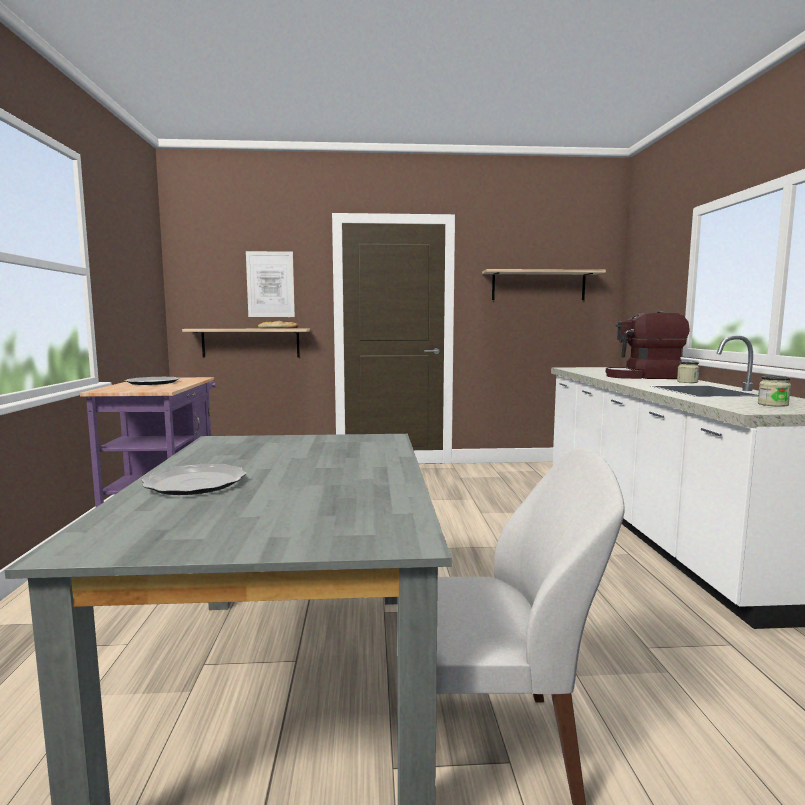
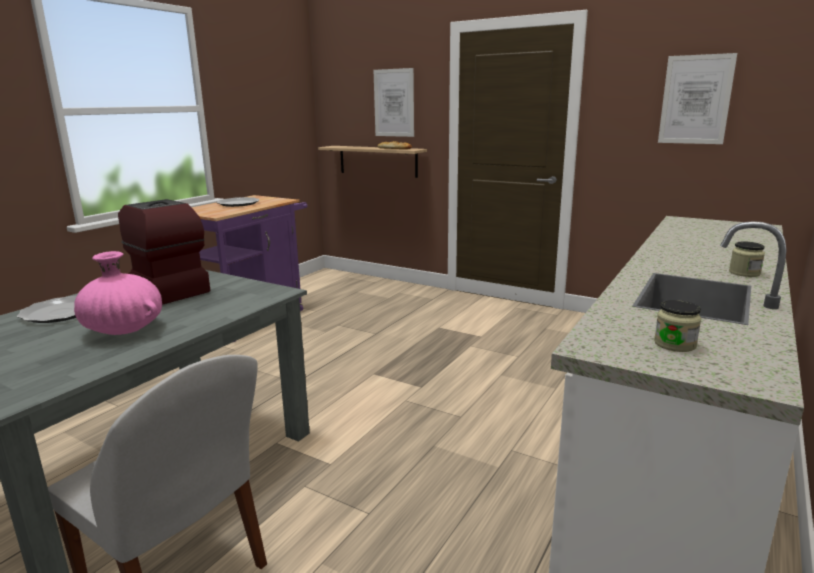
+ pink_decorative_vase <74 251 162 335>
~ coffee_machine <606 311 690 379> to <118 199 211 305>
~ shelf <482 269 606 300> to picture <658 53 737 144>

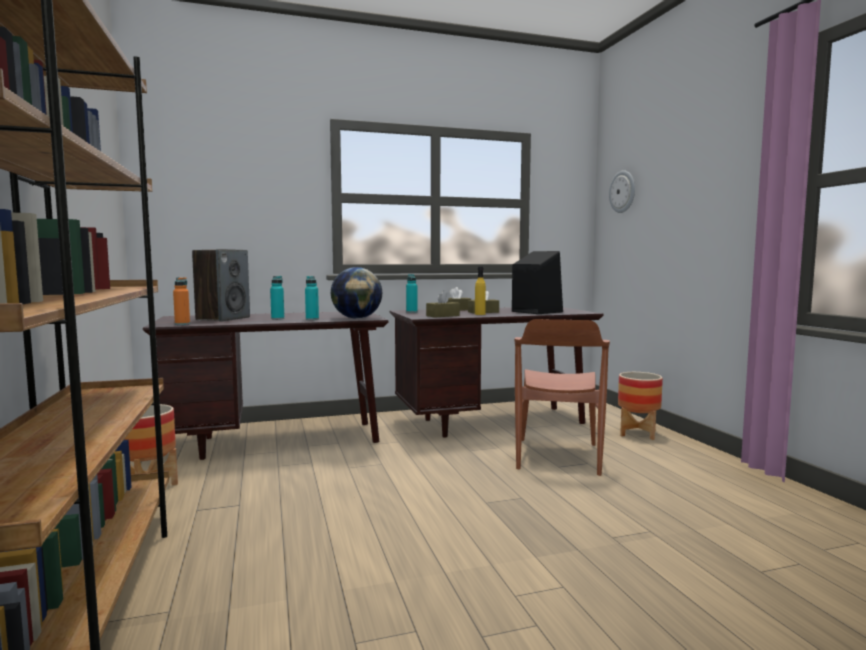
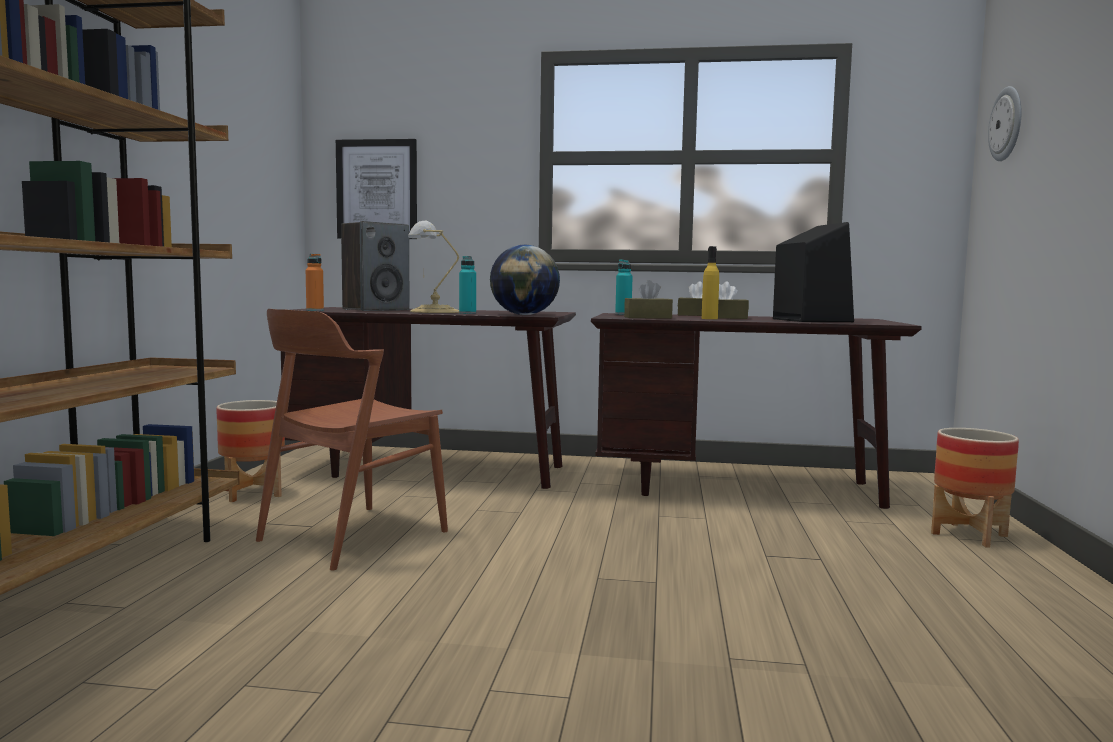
~ brown-coloured_chair <514 319 610 476> to <256 309 448 571>
+ picture <336 139 417 239>
~ turquoise-coloured_bottle <270 276 284 320> to table_lamp <408 221 459 313>

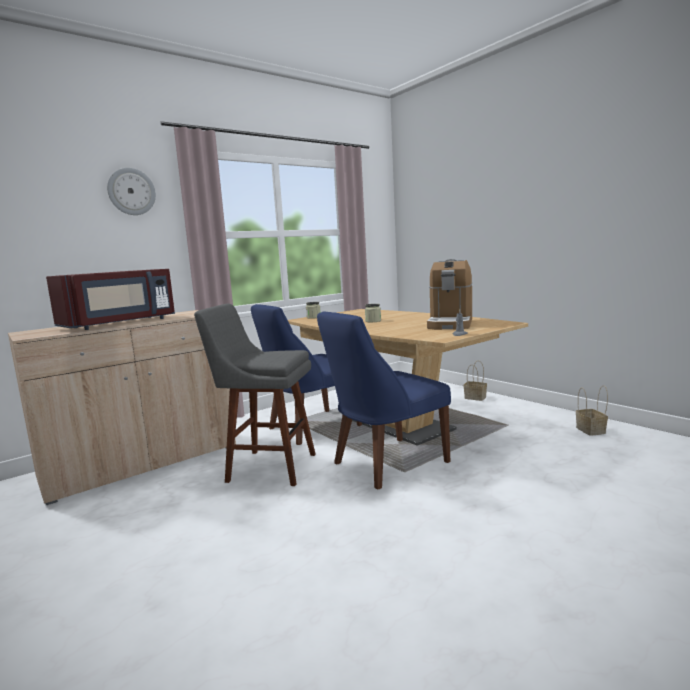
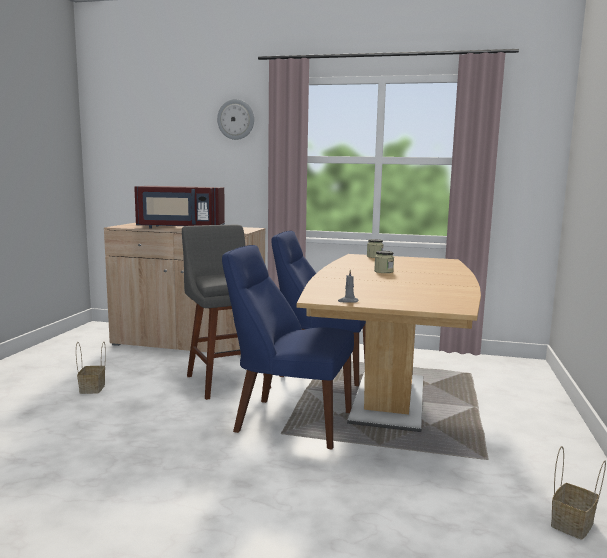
~ household_basket <464 360 487 401> to <76 342 106 394>
- coffee_machine <427 259 472 330>

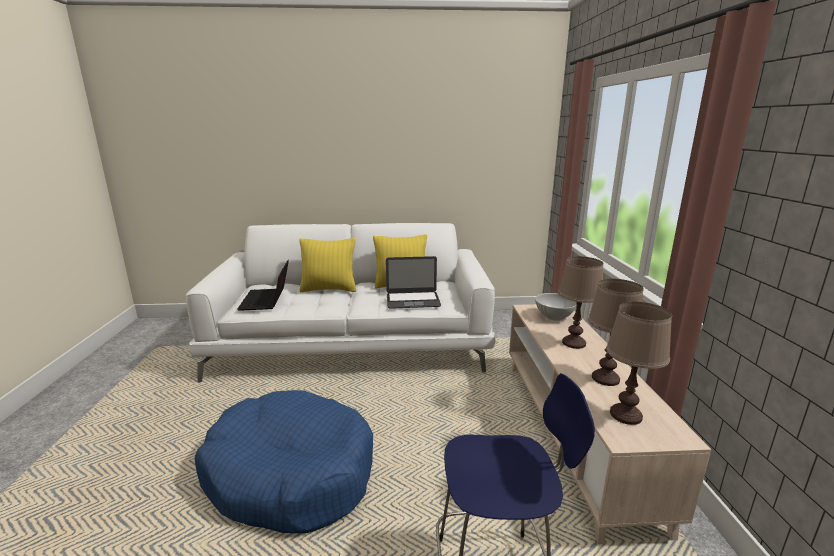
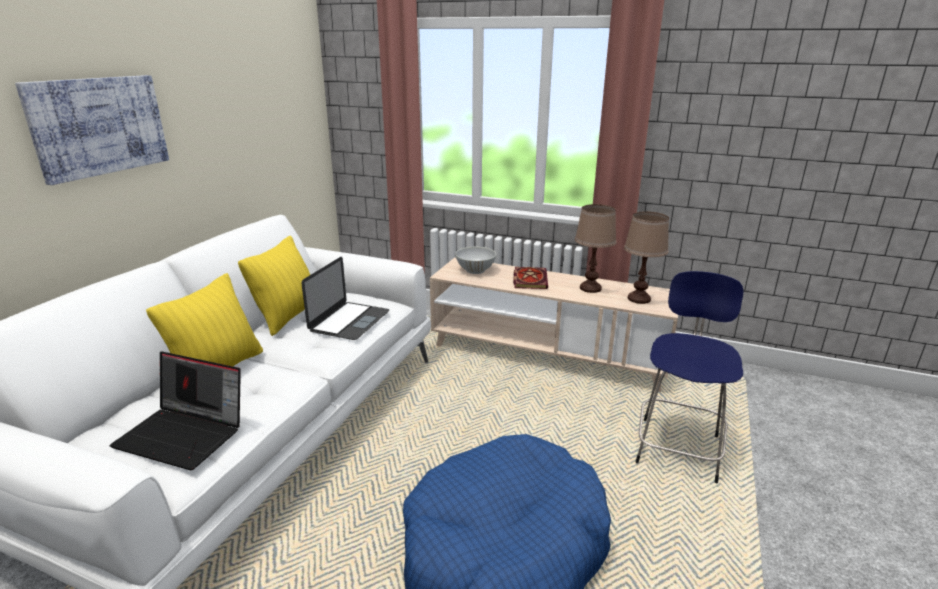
+ picture <15 75 169 185>
~ brown-coloured_table_lamp <558 256 603 349> to bound_book <513 267 548 289>

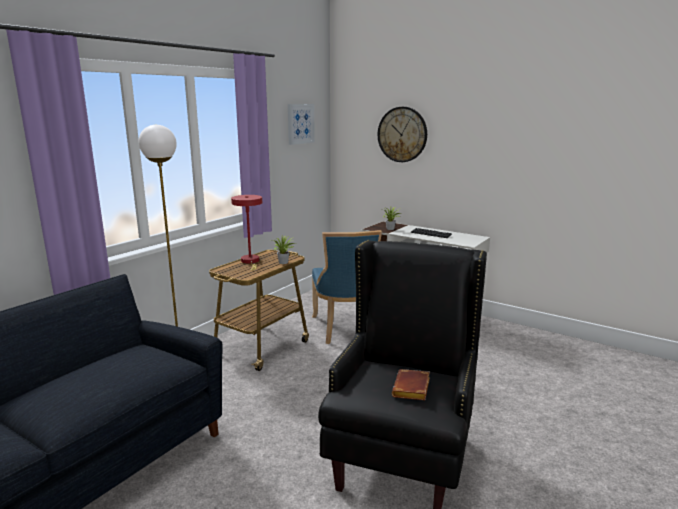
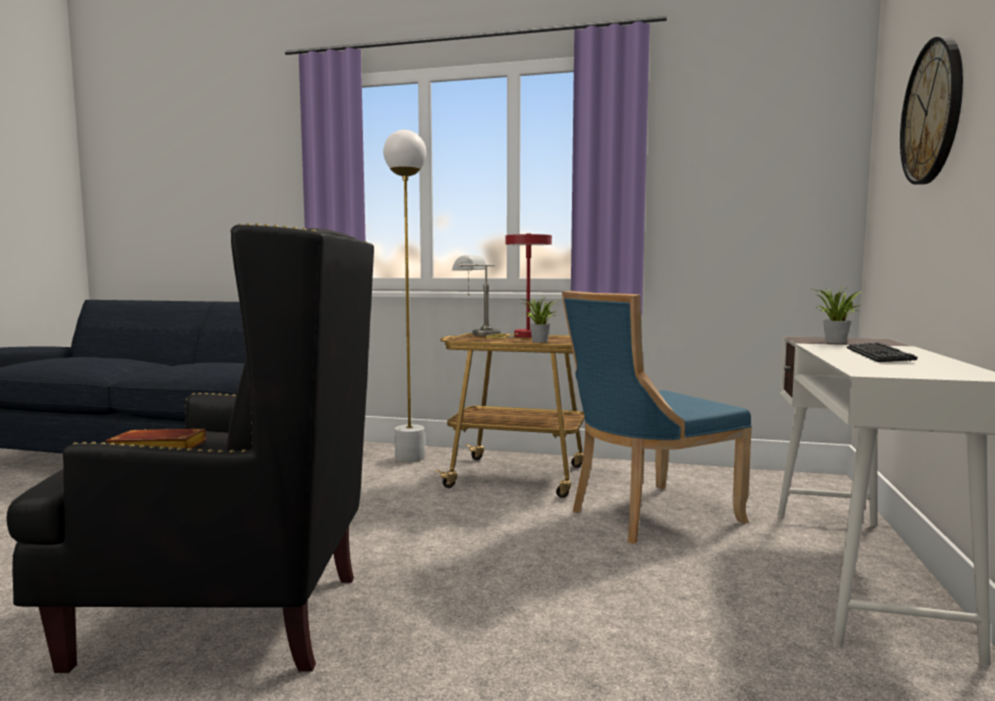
+ grey_table_lamp <452 255 500 336>
- picture <288 104 315 145>

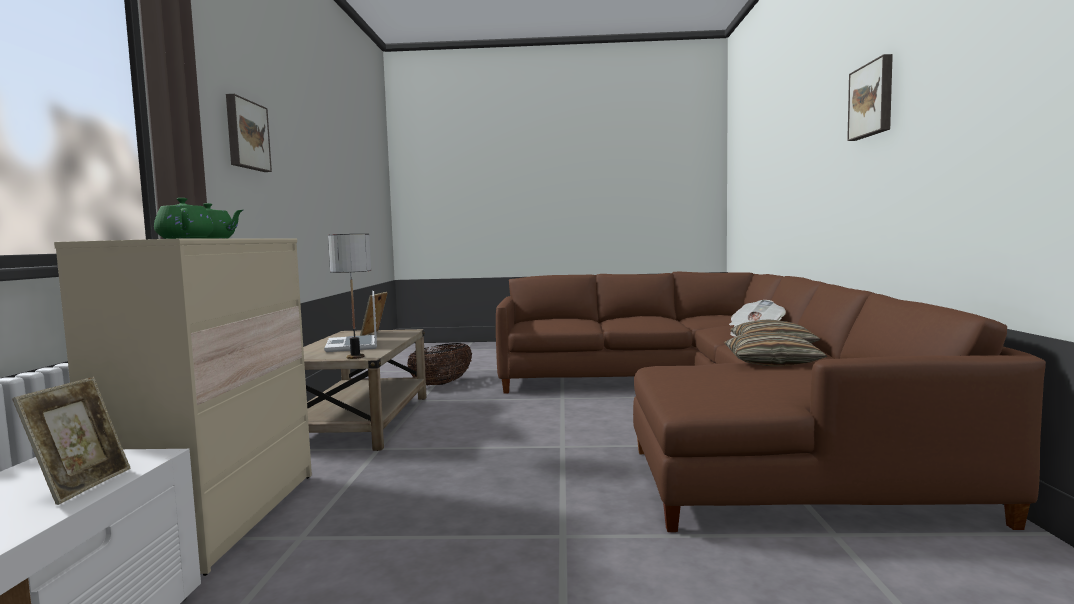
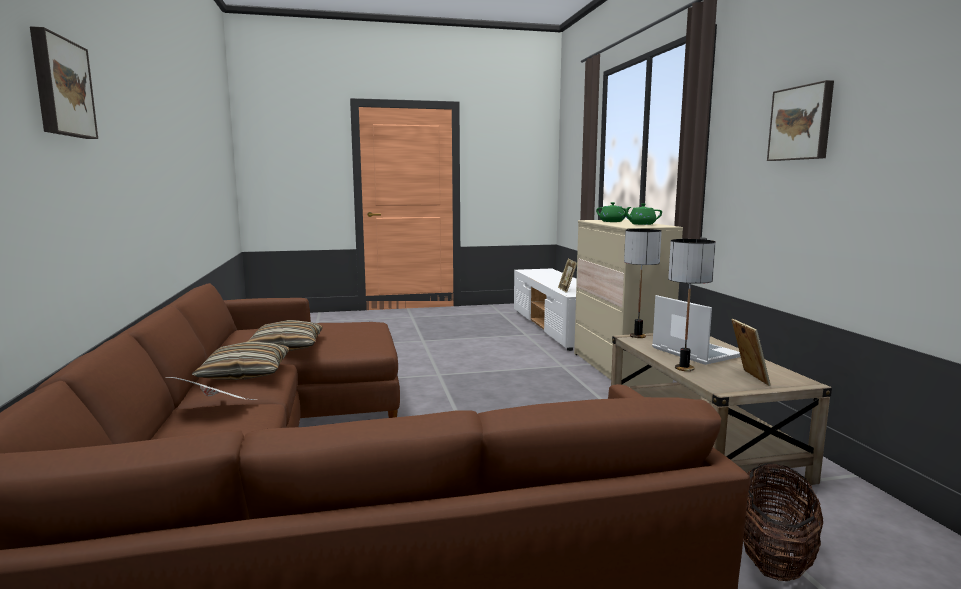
+ table_lamp <668 239 716 371>

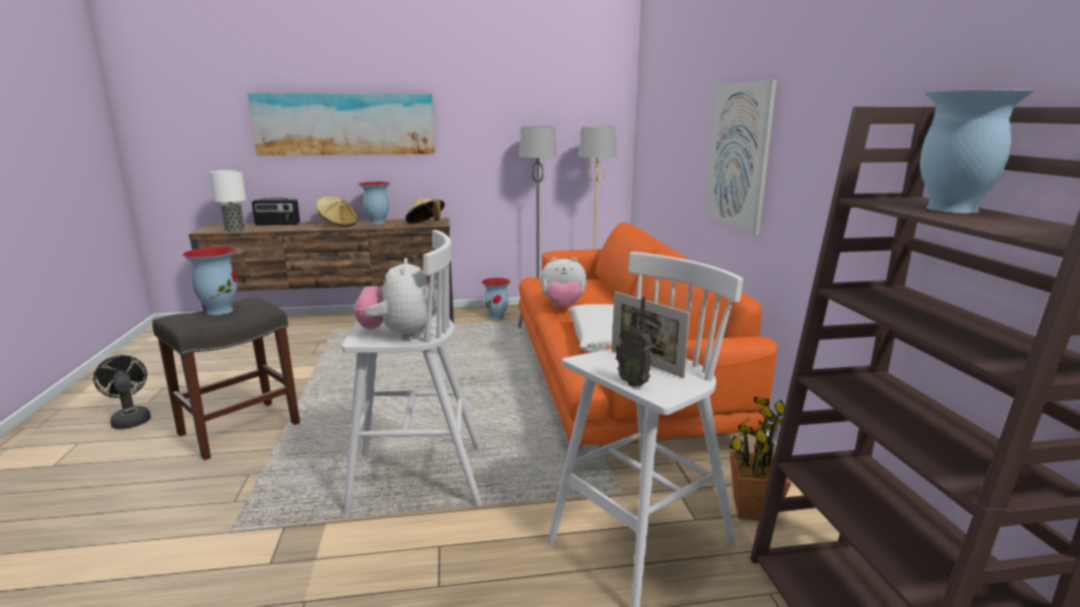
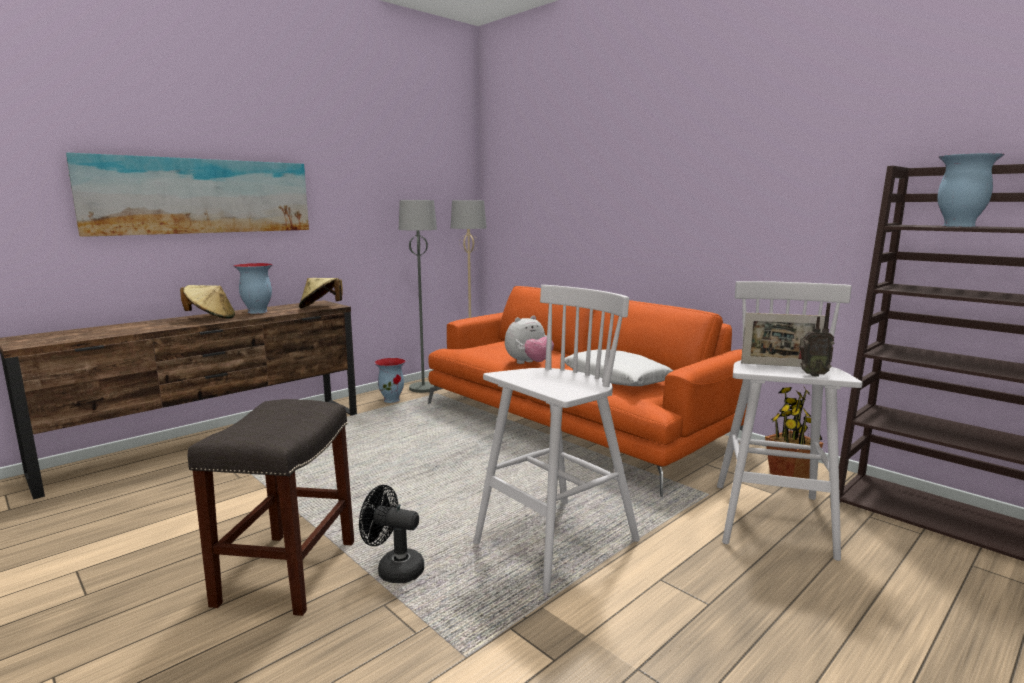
~ black_cooling_fan <93 355 151 429> to <359 485 424 583>
- decorative_vase <183 247 237 315>
- table_lamp <209 170 246 232>
- radio_set <252 198 300 225>
- soft_toy <354 258 433 340>
- picture <705 80 777 235>

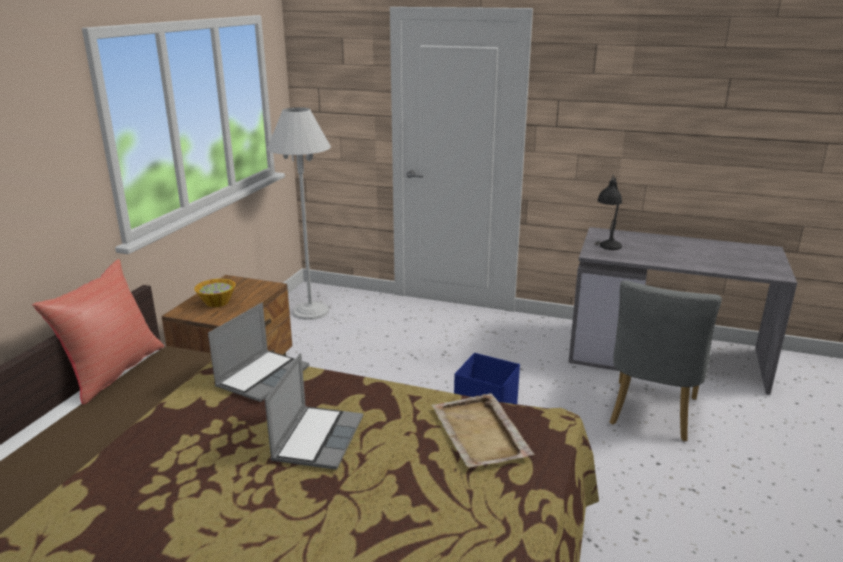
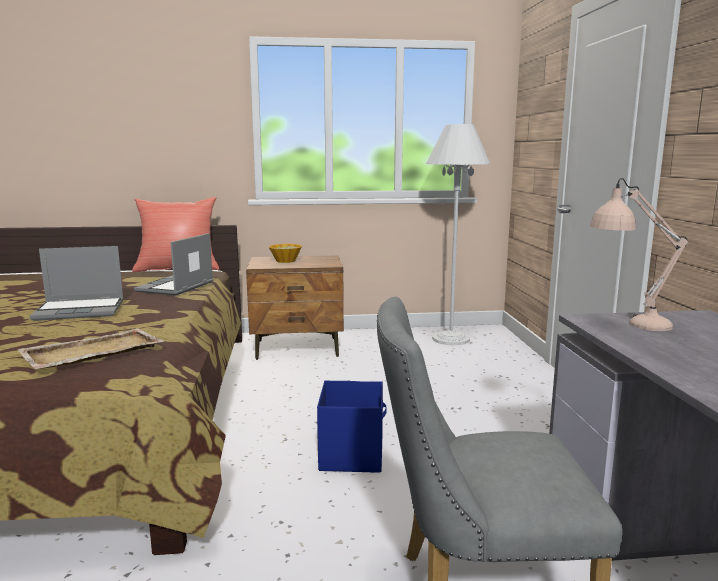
~ laptop <208 303 309 402> = <134 233 213 295> 105 degrees clockwise
~ black_table_lamp <595 174 622 250> to beige-coloured_table_lamp <590 178 688 331>

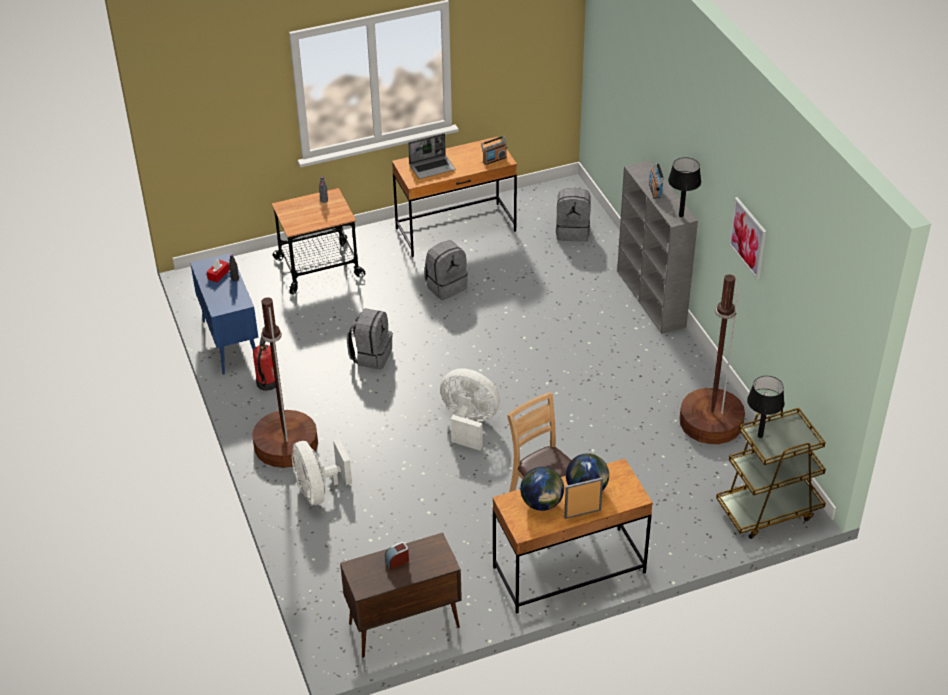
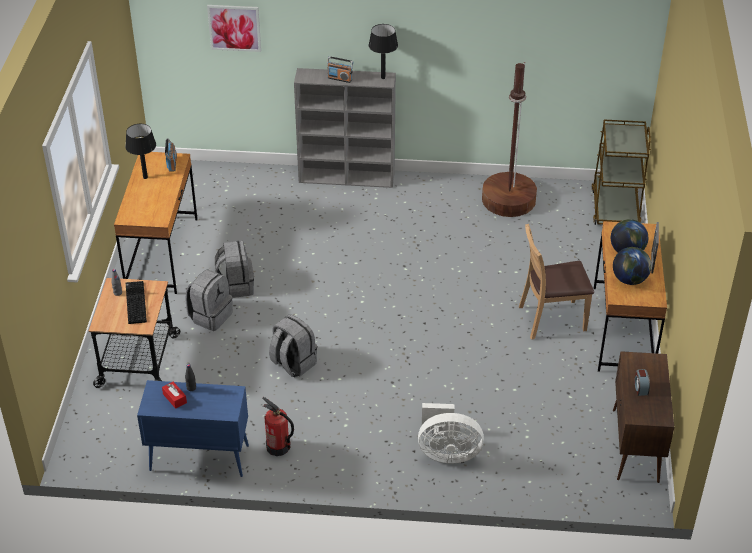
~ black_table_lamp <747 376 785 438> to <125 124 156 179>
+ computer_keyboard <126 281 147 324>
~ grey_rucksack <556 188 591 242> to <185 269 233 331>
~ picture <729 197 767 279> to <207 5 261 52>
- brown-coloured_standing_lamp <252 297 318 468>
- laptop <408 134 455 179>
- white_cooling_fan <440 368 500 450>

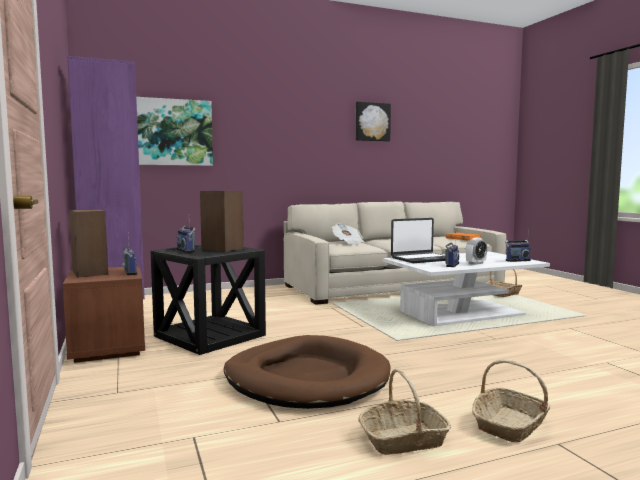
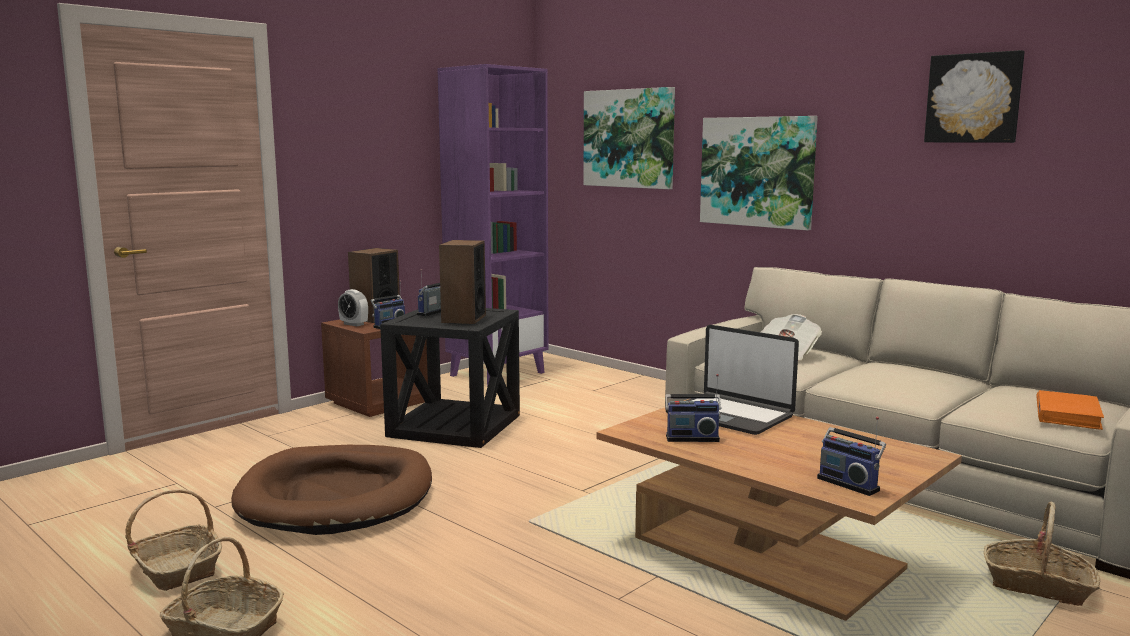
~ table_clock <466 238 487 265> to <338 289 368 326>
~ white_coffee_table <383 252 550 326> to brown-coloured_coffee_table <597 398 962 621>
+ picture <700 116 818 230>

